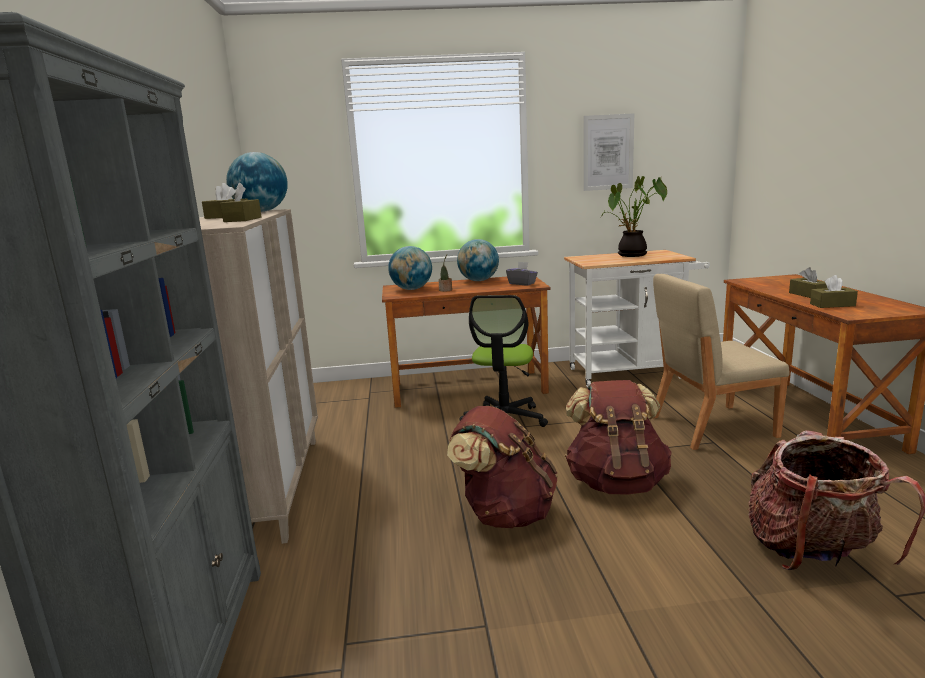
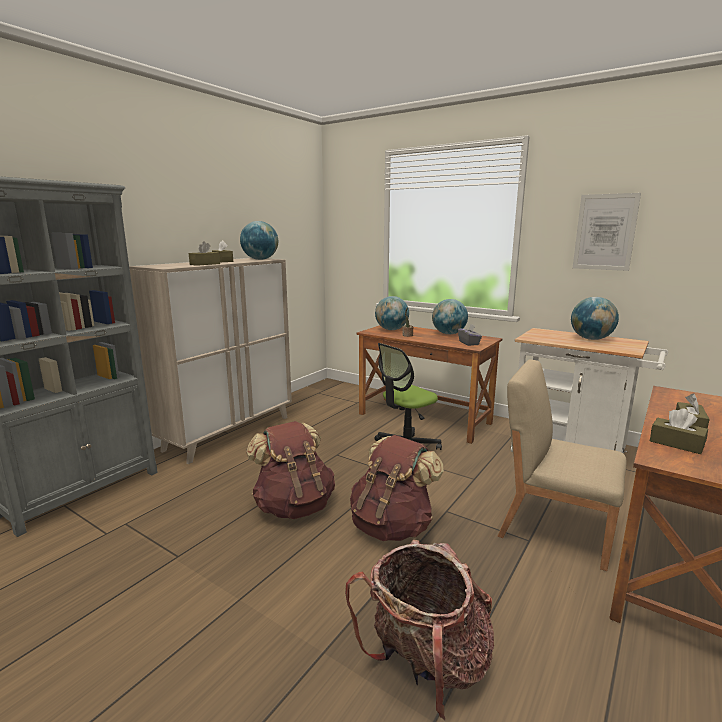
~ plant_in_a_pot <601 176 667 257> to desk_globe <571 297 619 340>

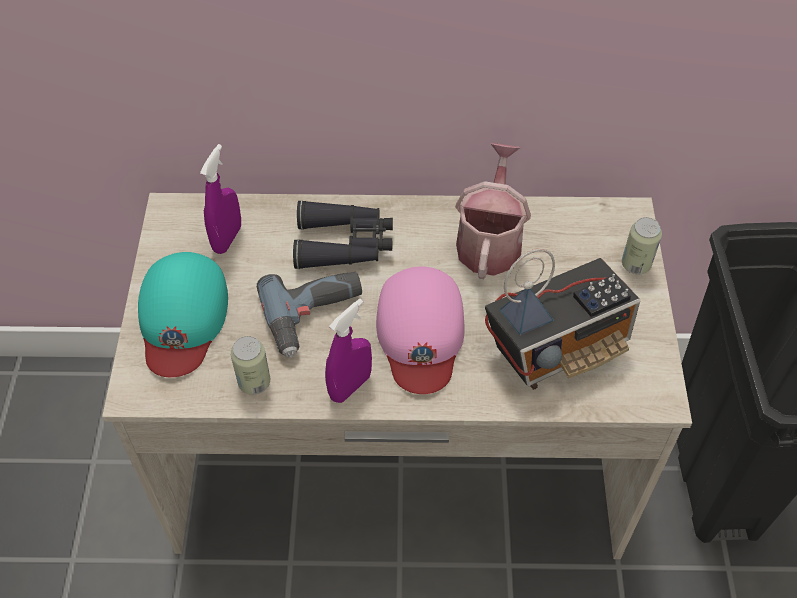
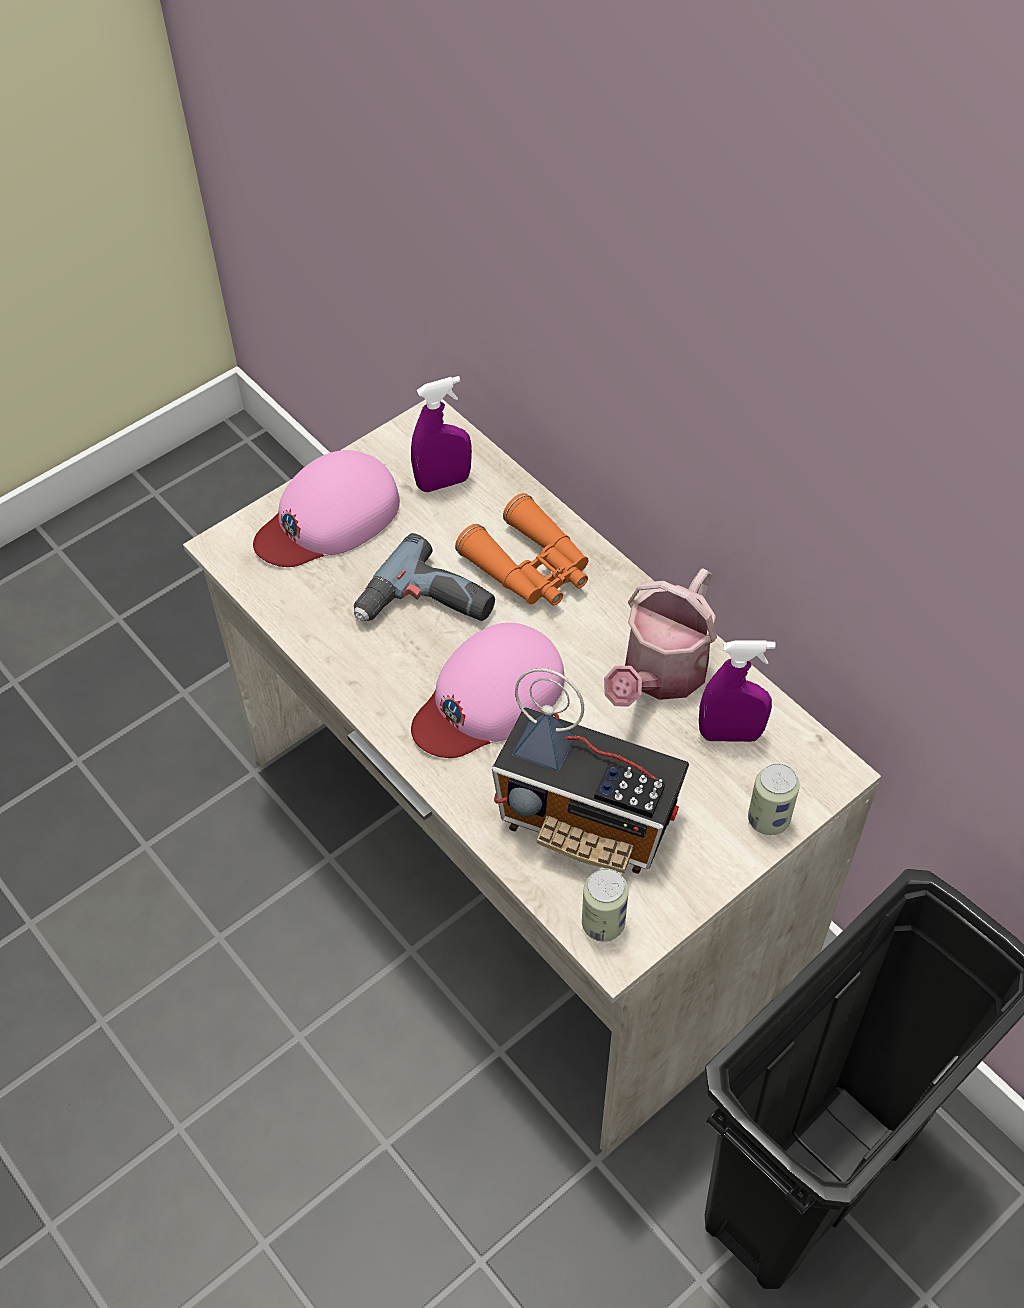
~ turquoise-coloured_cap <138 252 228 377> to pink_cap <253 450 400 567>
~ black_pair_of_binoculars <293 200 393 269> to orange_pair_of_binoculars <455 493 588 606>
~ metal_can <231 336 270 395> to <582 869 629 942>
~ watering_can <455 143 531 279> = <604 568 717 707> 150 degrees clockwise
~ purple_sprayer <325 299 372 403> to <699 641 776 742>

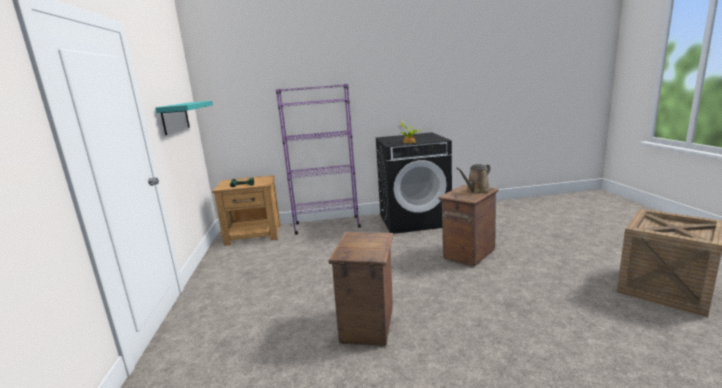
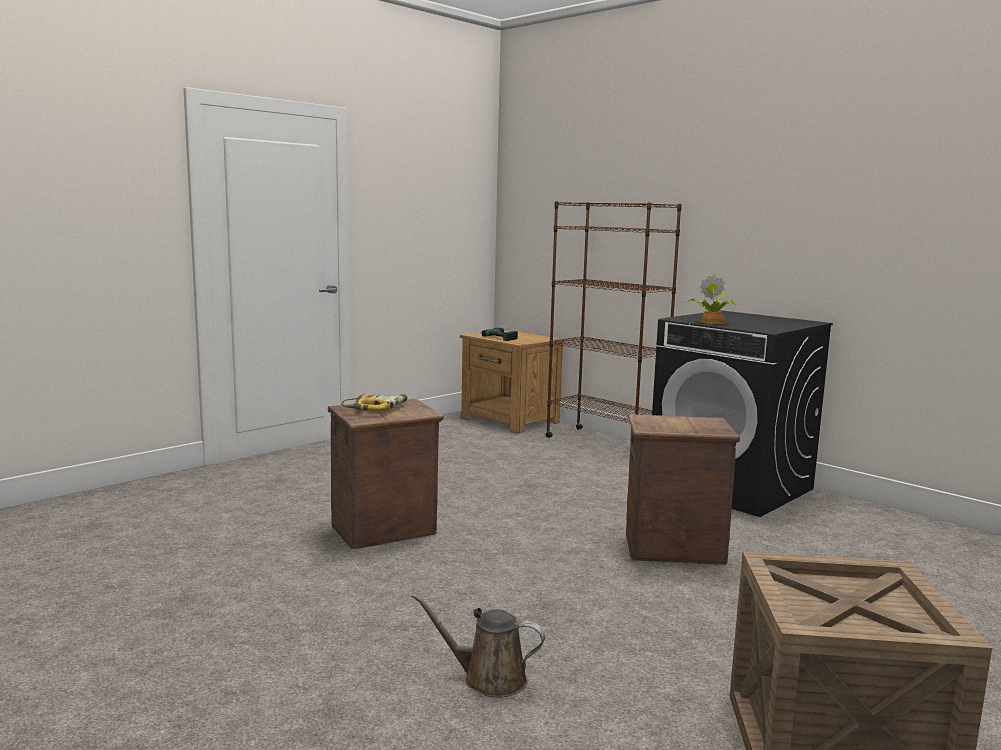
+ power_drill <342 394 407 411>
~ brown-coloured_watering_can <456 164 491 194> to <411 593 545 698>
~ purple_bookcase <276 84 361 235> to brown-coloured_bookcase <546 201 682 438>
- turquoise-coloured_shelf <155 101 213 136>

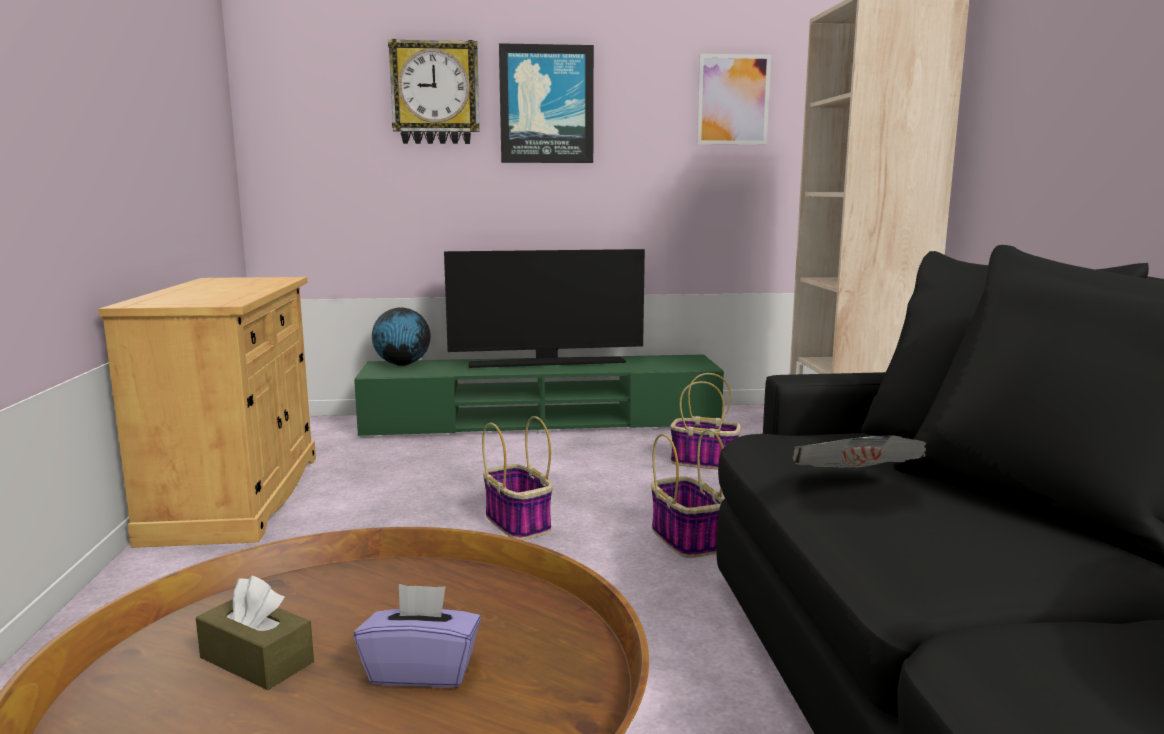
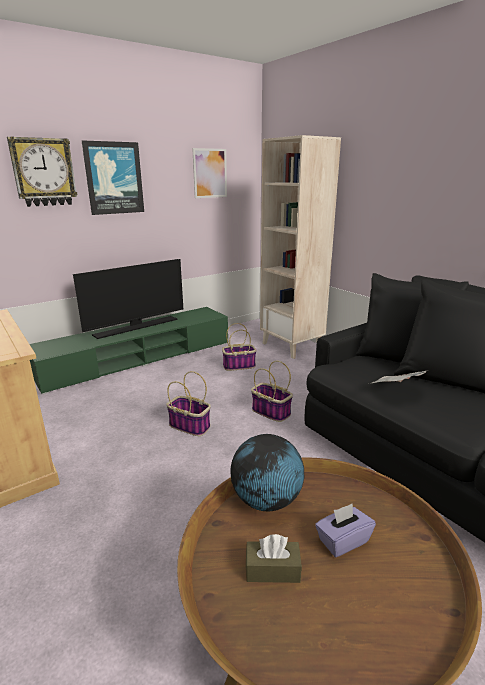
~ desk_globe <372 307 431 366> to <230 434 304 512>

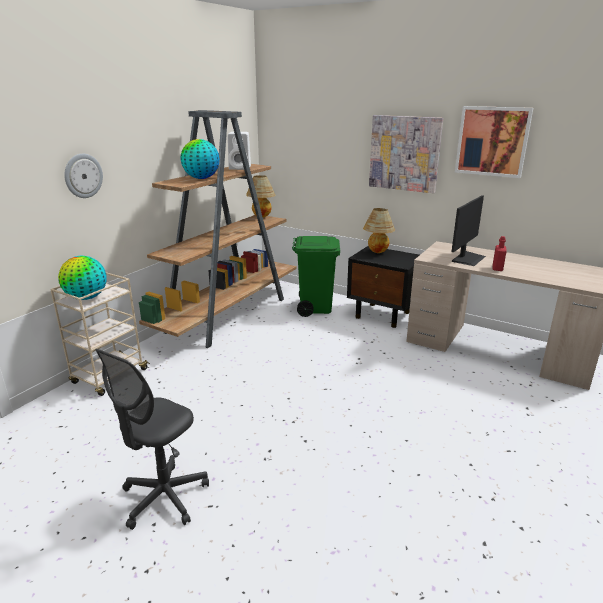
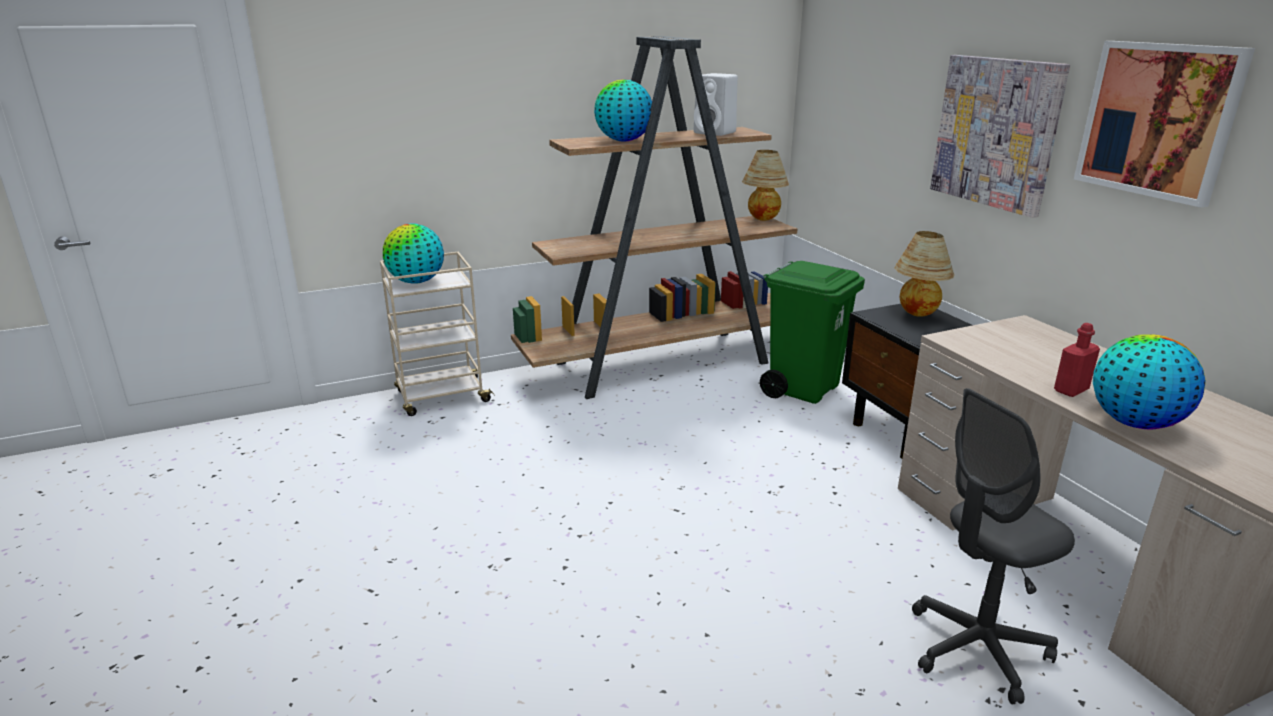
~ grey_computer_chair <95 349 209 530> to <912 388 1075 705>
+ desk_globe <1093 334 1206 430>
- wall_clock <64 154 103 198>
- monitor <451 195 486 266>

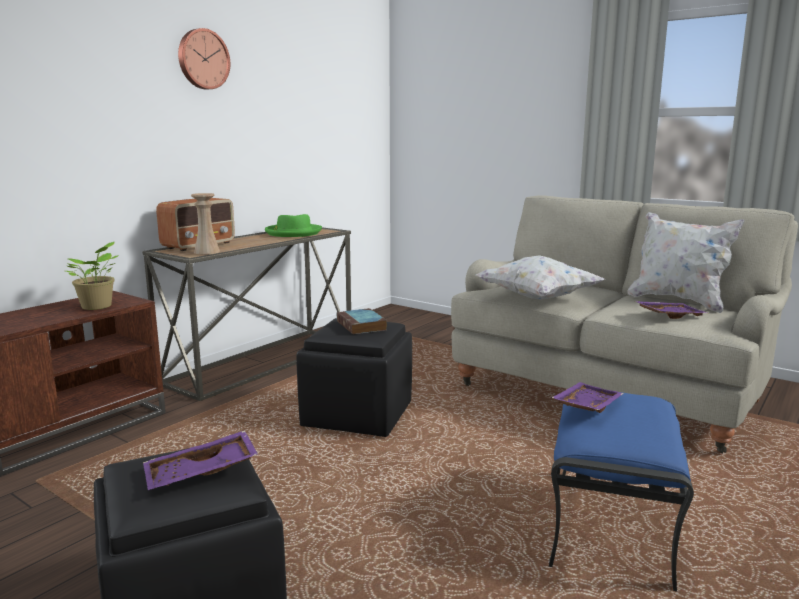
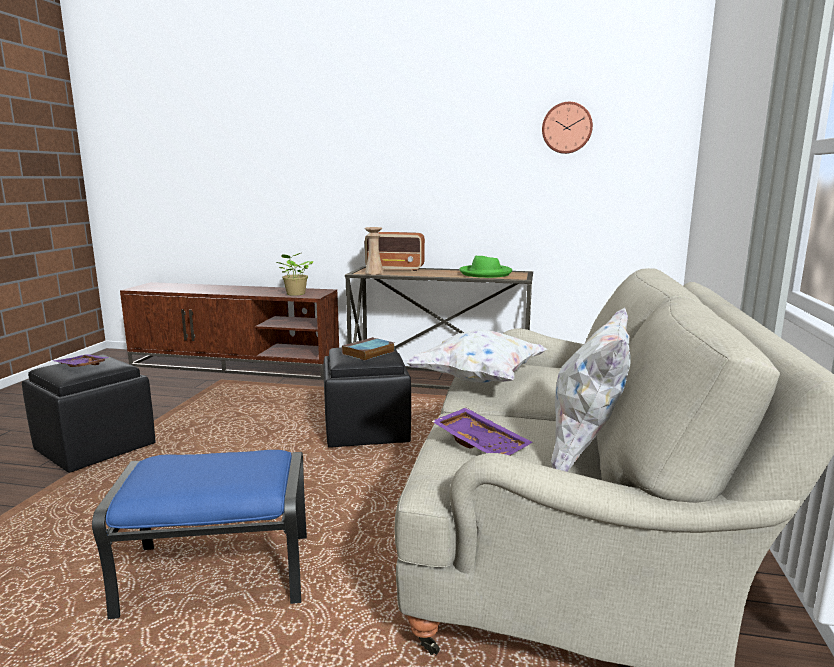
~ wall_clock <178 28 230 90> to <542 102 593 154>
- purple_serving_tray <551 382 624 413>

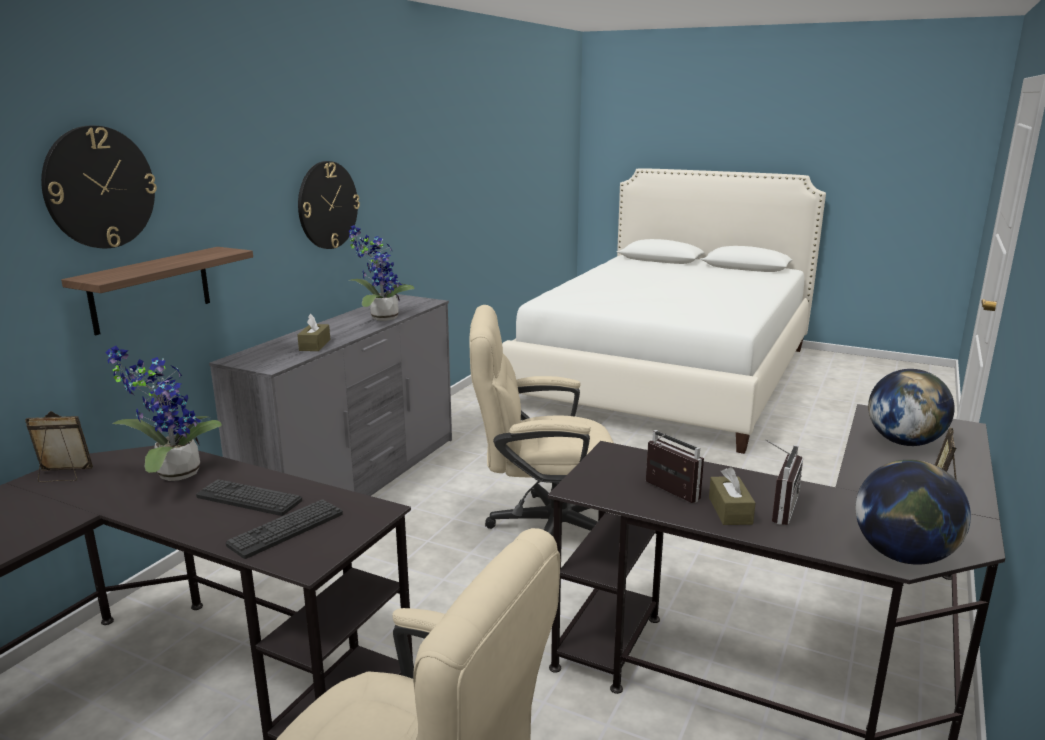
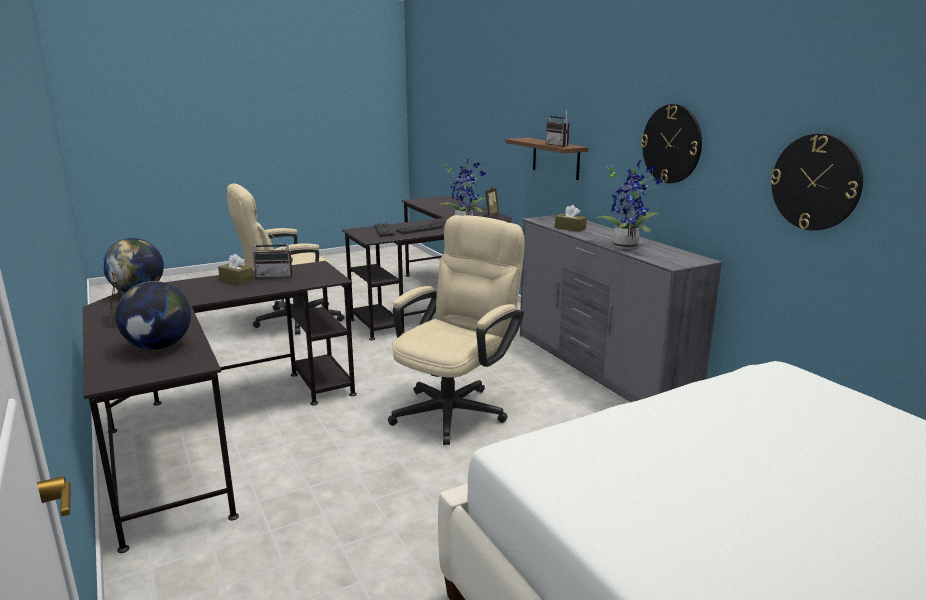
~ radio_set <765 439 803 525> to <545 110 570 147>
~ wall_clock <41 126 157 248> to <770 134 863 231>

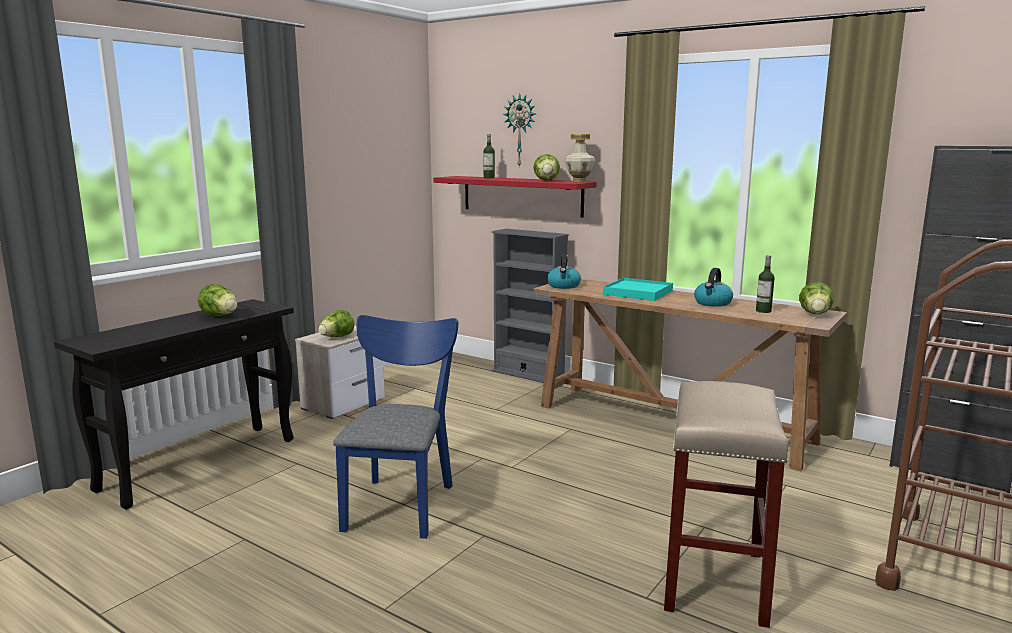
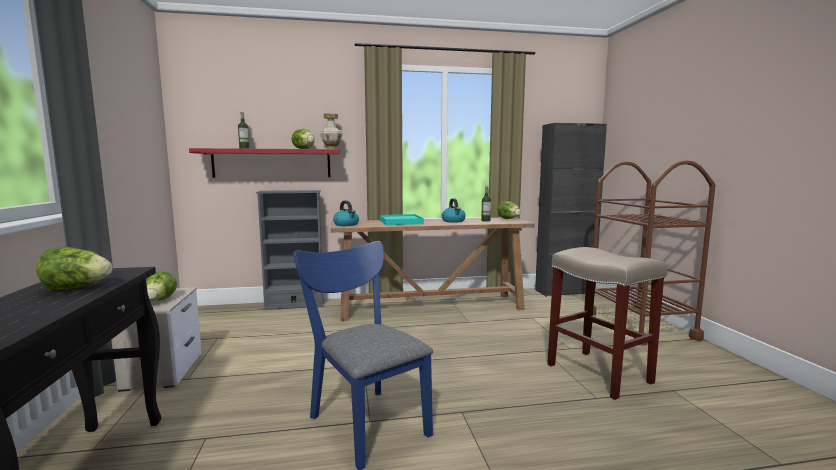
- wall_clock <503 94 536 168>

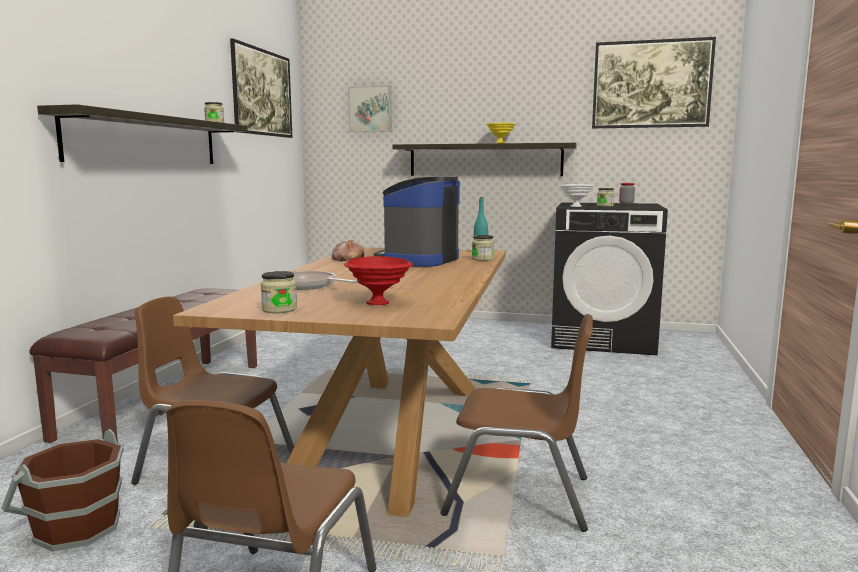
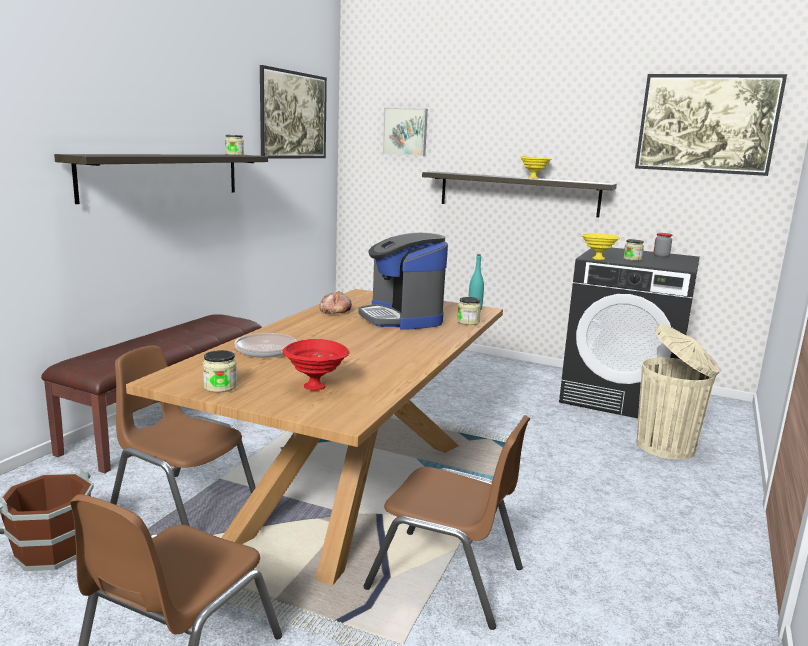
~ coffee_machine <374 177 460 267> = <358 233 448 330> 60 degrees counterclockwise
~ white_deep_dish <558 184 594 207> to yellow_deep_dish <581 233 620 260>
+ beige-coloured_rubbish_bin <637 324 720 460>

